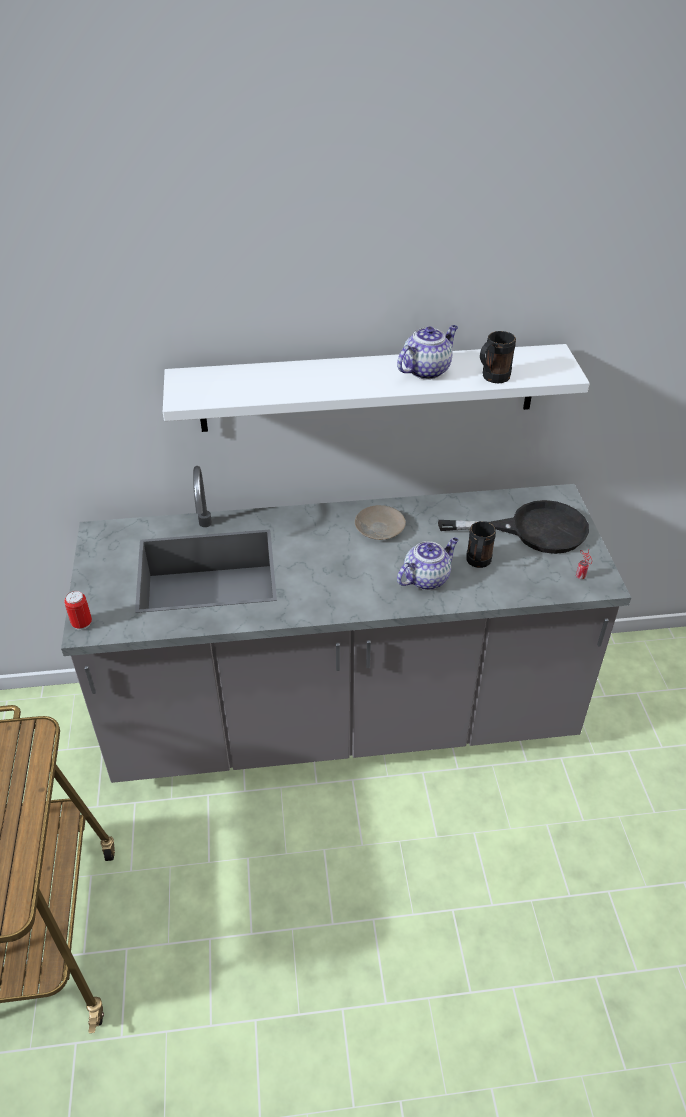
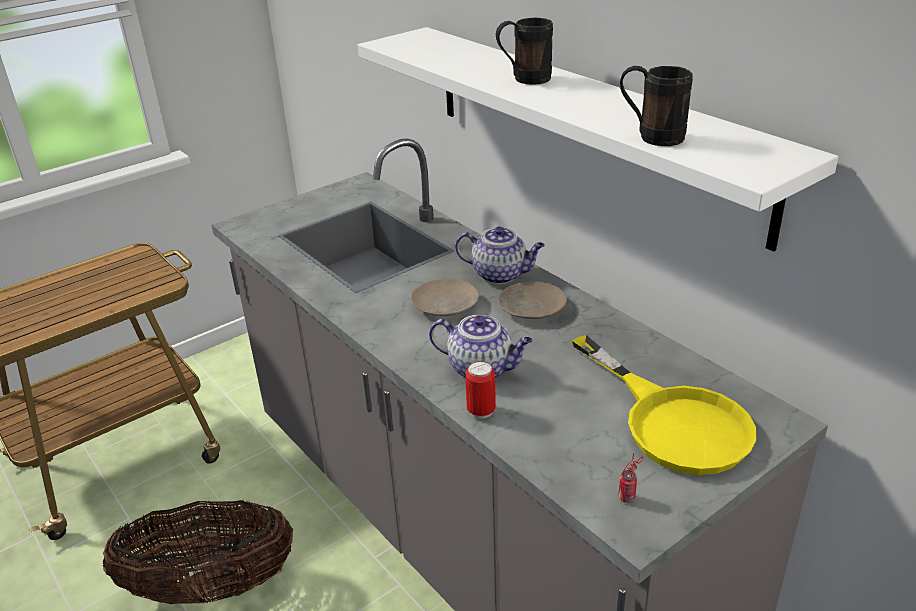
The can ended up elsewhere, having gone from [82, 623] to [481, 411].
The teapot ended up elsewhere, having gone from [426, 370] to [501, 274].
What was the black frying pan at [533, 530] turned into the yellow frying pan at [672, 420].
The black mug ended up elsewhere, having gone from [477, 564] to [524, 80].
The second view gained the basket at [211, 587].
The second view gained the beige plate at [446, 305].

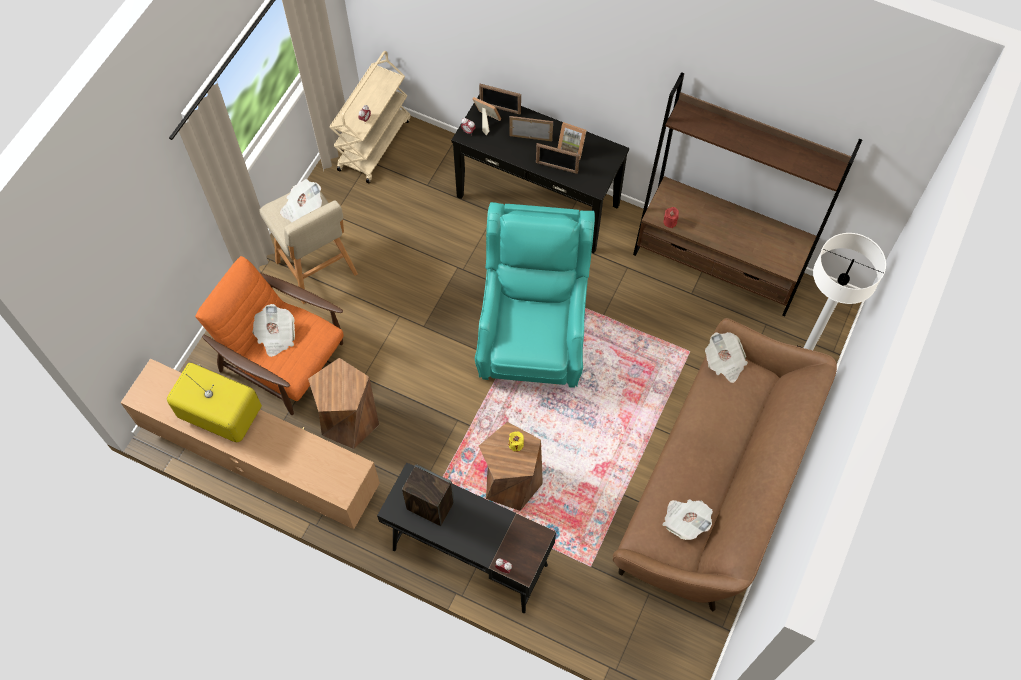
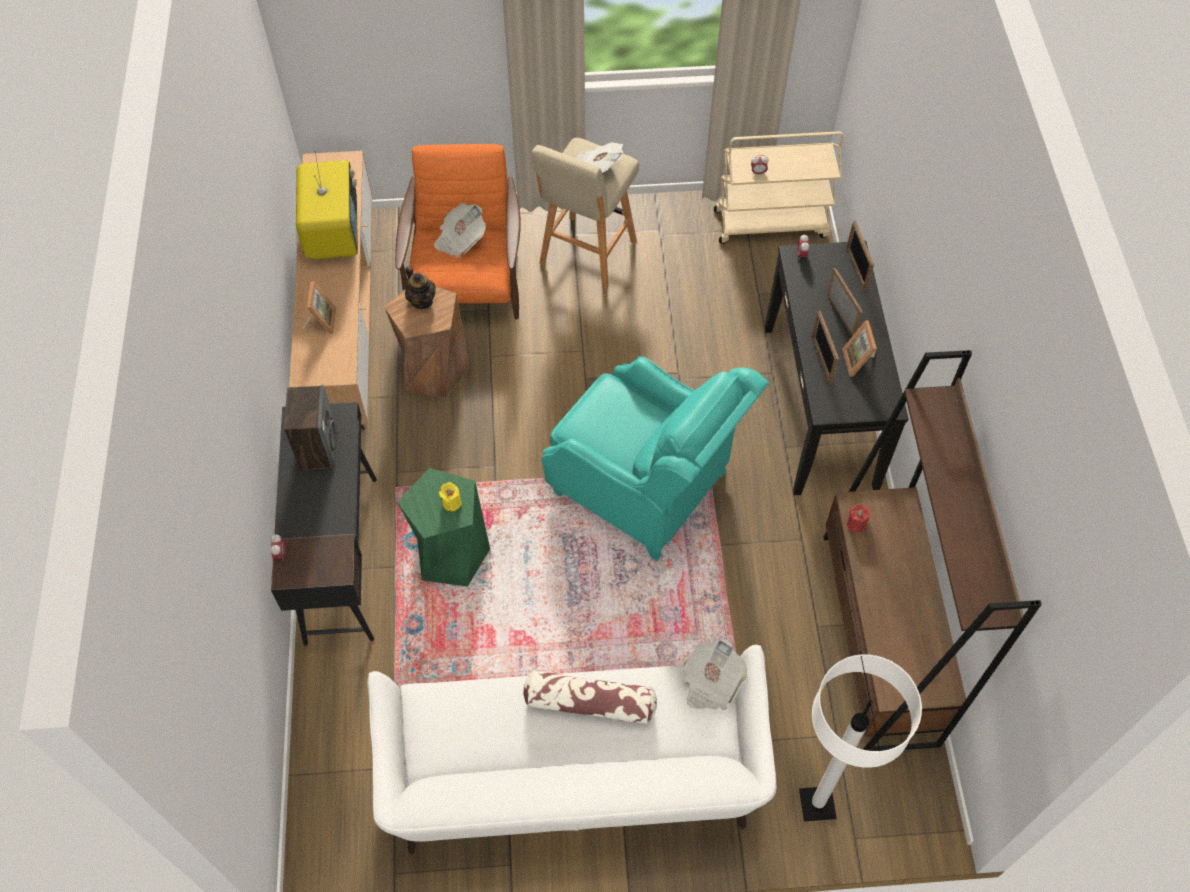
The picture frame ended up elsewhere, having gone from [485, 121] to [321, 321].
The turquoise armchair at [533, 335] ended up facing another way, 60 degrees clockwise from before.
What was the brown stool at [511, 482] turned into the green stool at [451, 555].
What was the brown sofa at [714, 486] turned into the white sofa at [573, 777].
The second view lost the newspaper at [685, 521].
The second view gained the teapot at [422, 300].
The second view gained the pillow at [589, 703].

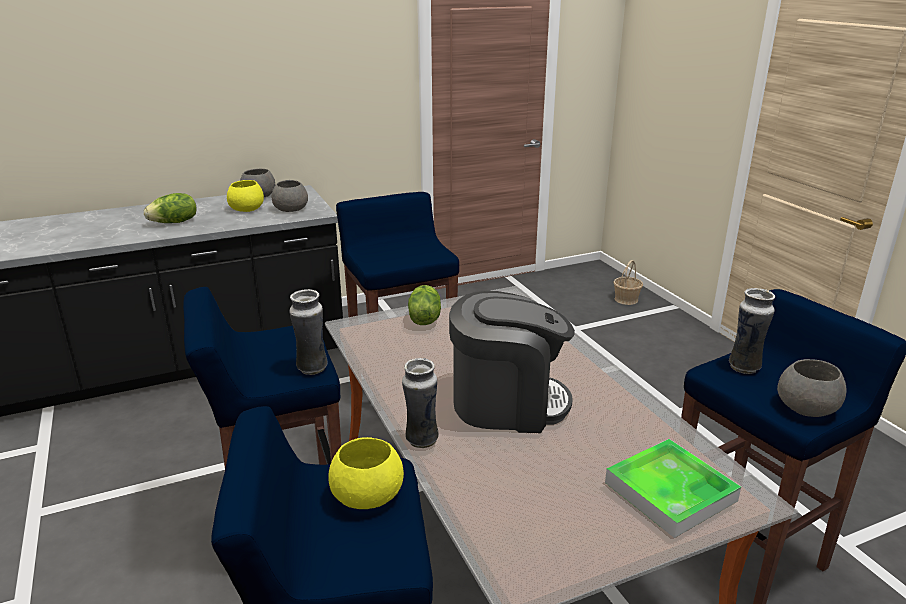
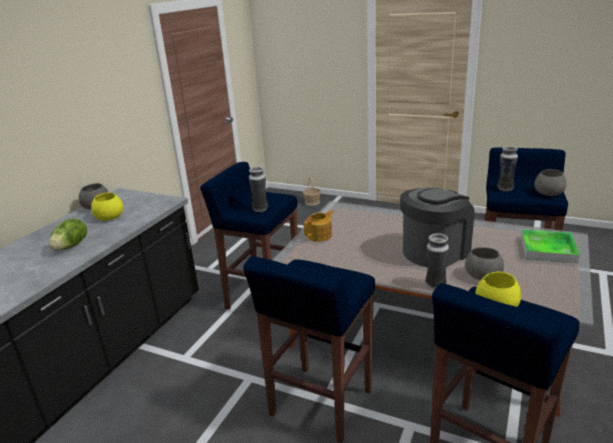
The grey bowl ended up elsewhere, having gone from [290, 209] to [482, 275].
The vase ended up elsewhere, having gone from [312, 369] to [260, 209].
Where the lettuce stood at [424, 319], the teapot came to stand at [320, 235].

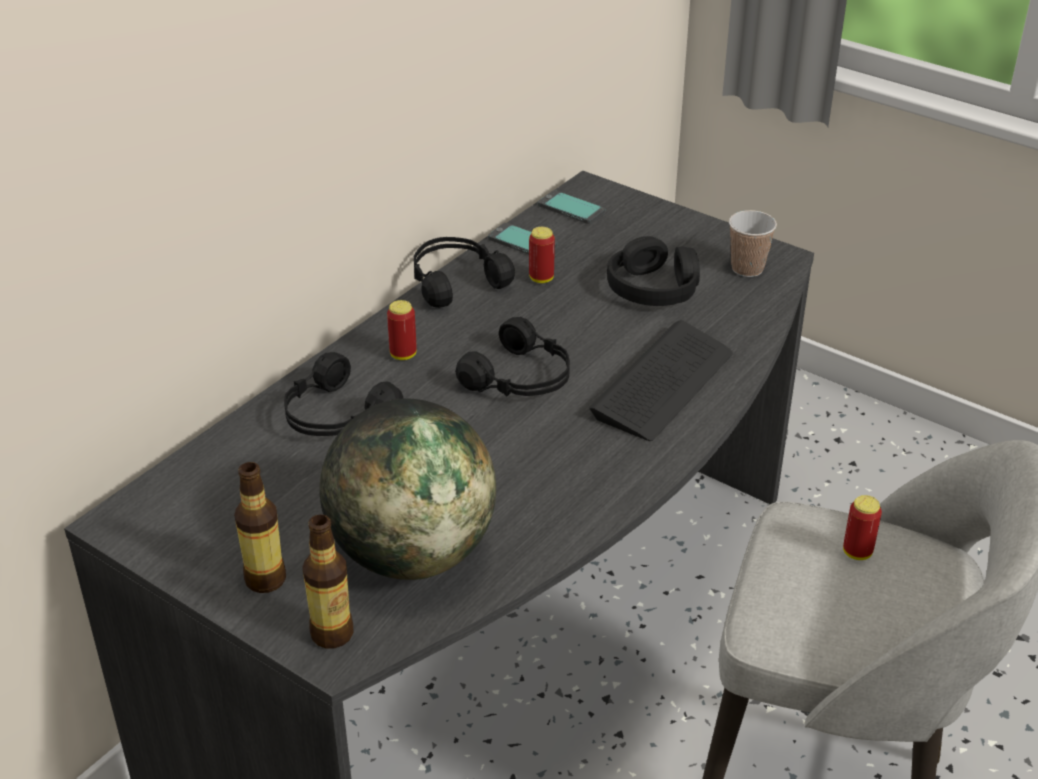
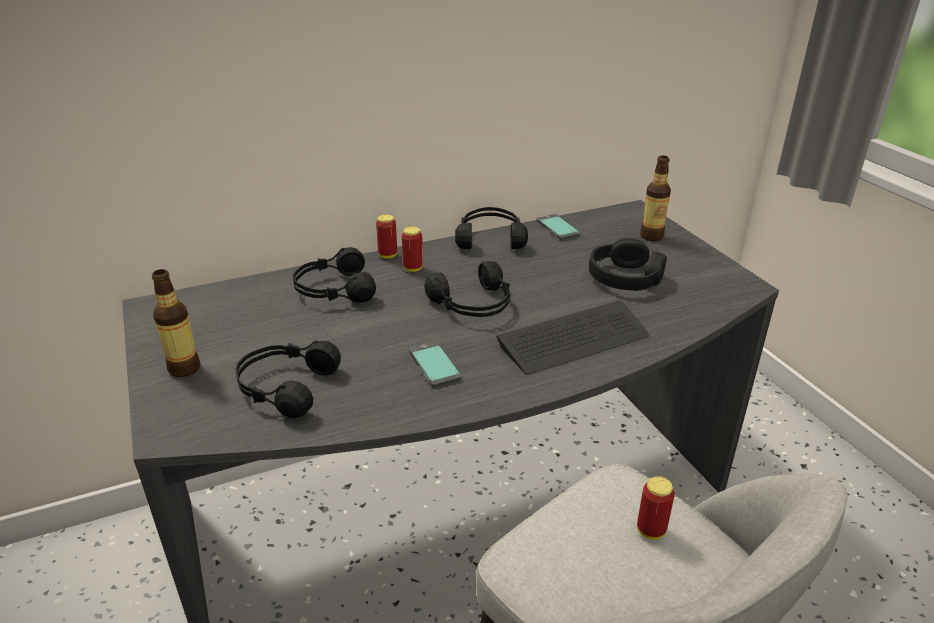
The bottle ended up elsewhere, having gone from [332, 634] to [651, 236].
Where the globe stood at [411, 554], the black headphones came to stand at [285, 387].
The can ended up elsewhere, having gone from [541, 278] to [388, 255].
The phone ended up elsewhere, having gone from [571, 209] to [434, 365].
The second view lost the cup at [747, 268].

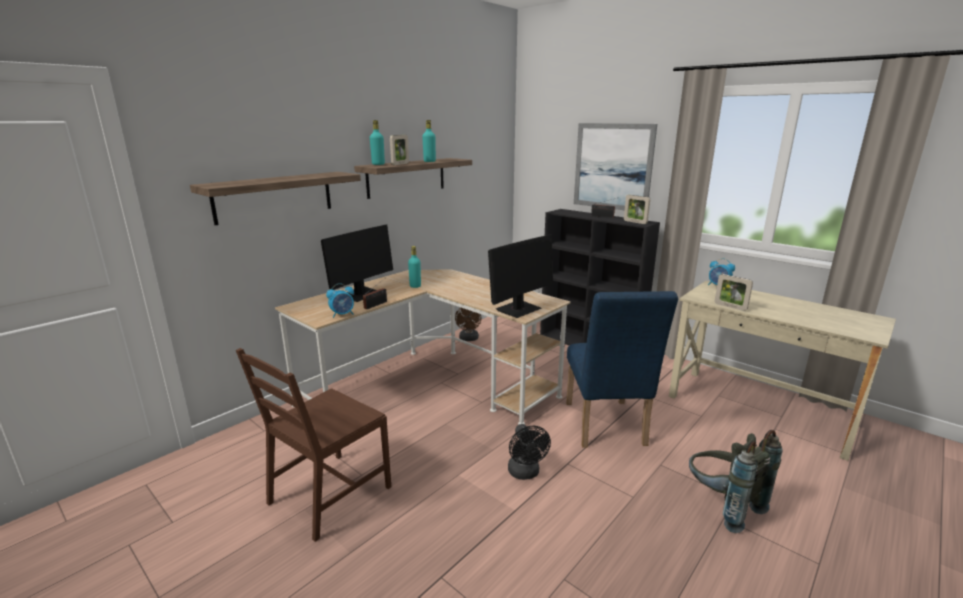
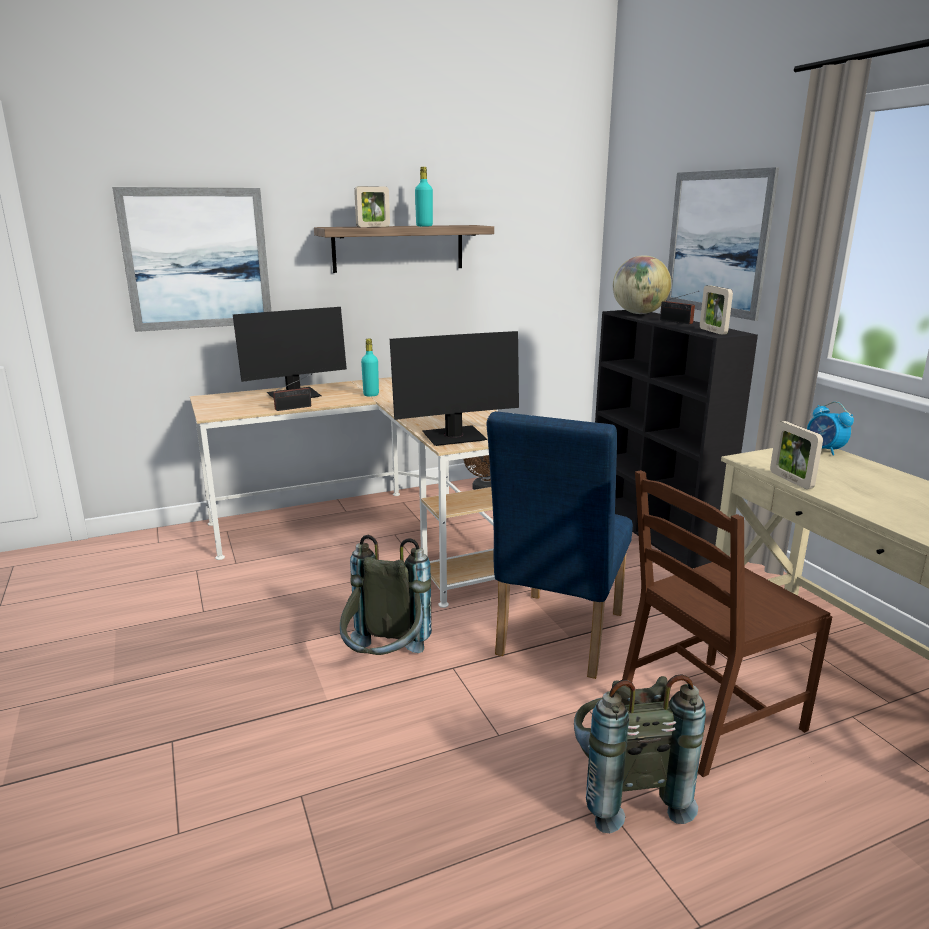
Where the shelf hung at [274, 197], the picture came to hang at [197, 259].
The brown chair ended up elsewhere, having gone from [328, 495] to [708, 715].
The second view lost the alarm clock at [342, 314].
The second view lost the turquoise bottle at [378, 164].
Where the black fan stood at [525, 473], the grey backpack came to stand at [385, 663].
The second view gained the globe at [639, 313].

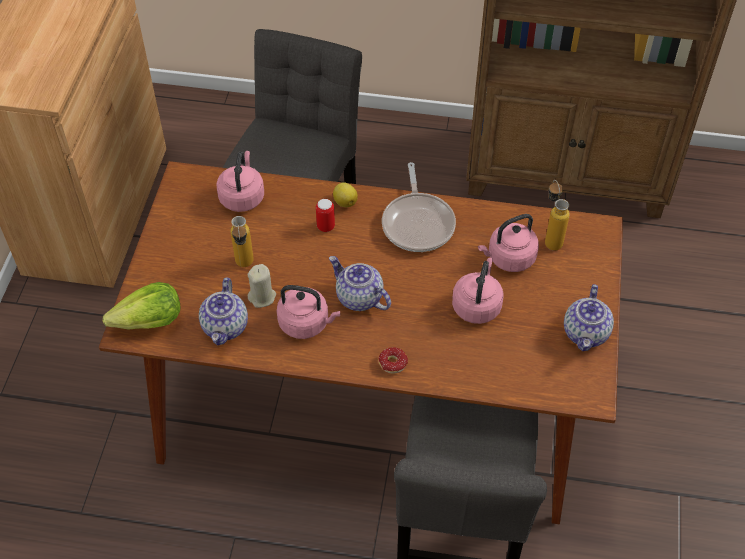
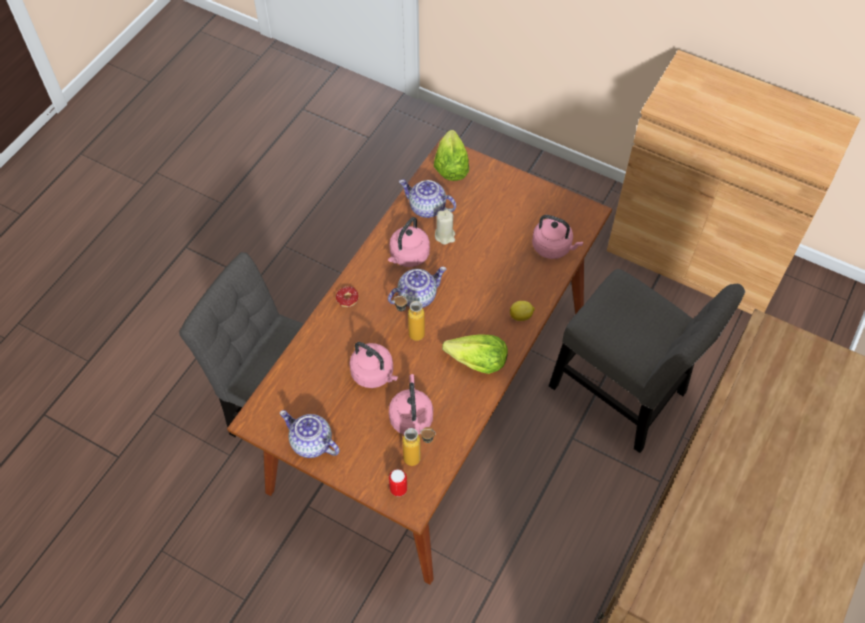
The bottle ended up elsewhere, having gone from [245, 267] to [410, 333].
The can ended up elsewhere, having gone from [325, 226] to [398, 489].
Where the frying pan stood at [418, 223], the lettuce came to stand at [477, 362].

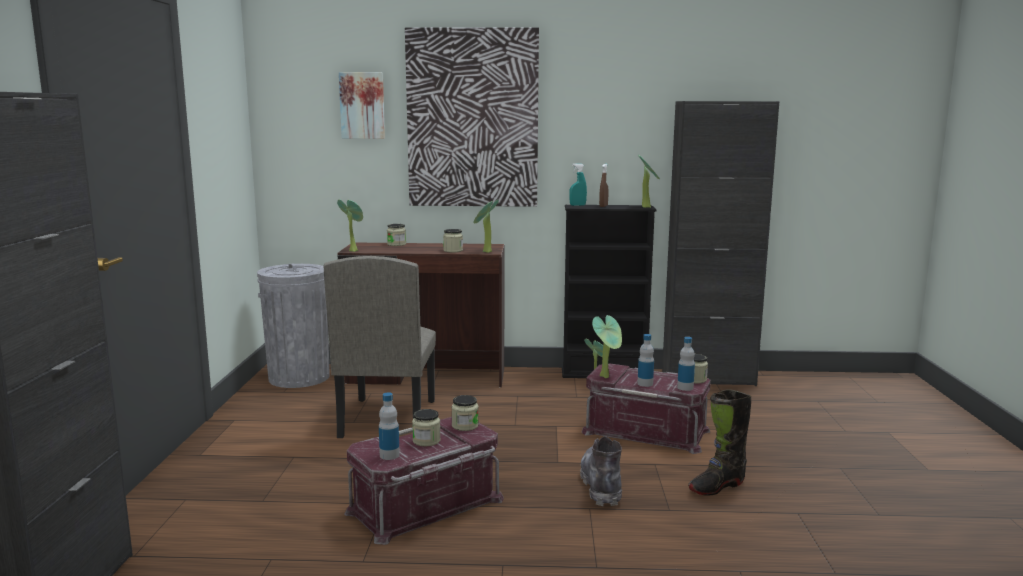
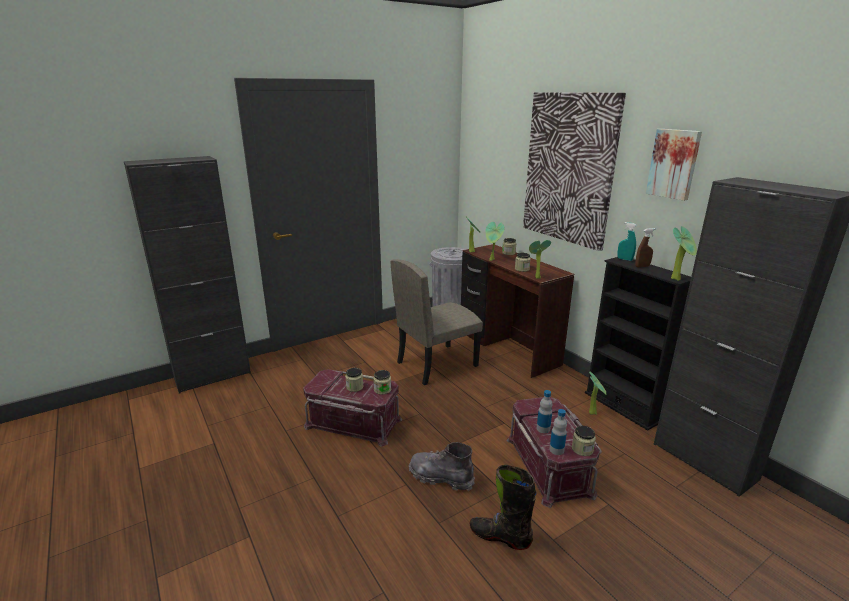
The picture ended up elsewhere, having gone from [362, 105] to [674, 164].
The second view lost the bottle at [389, 455].
The grey boot at [601, 486] ended up facing another way, 120 degrees counterclockwise from before.
The potted plant ended up elsewhere, having gone from [607, 376] to [492, 260].

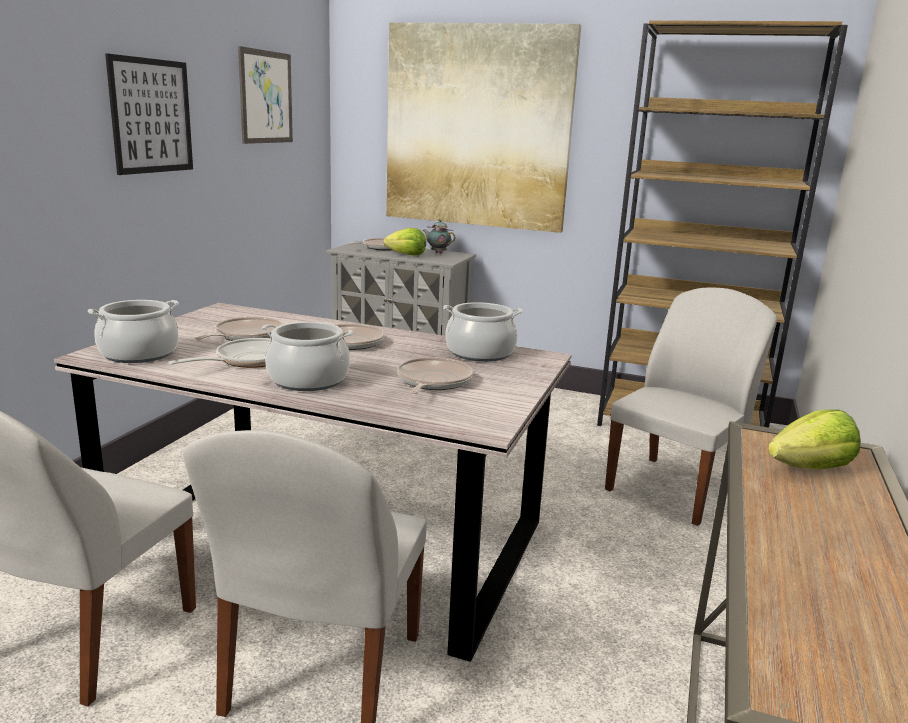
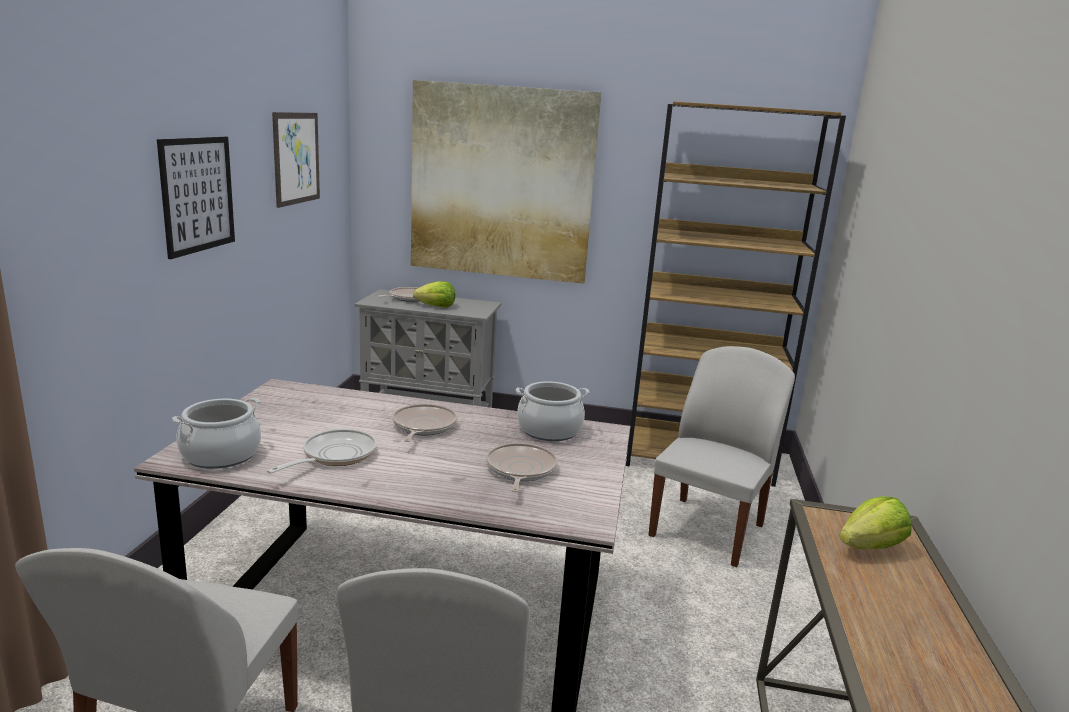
The second view lost the frying pan at [246, 336].
The second view lost the cooking pot at [308, 380].
The second view lost the teapot at [437, 253].

